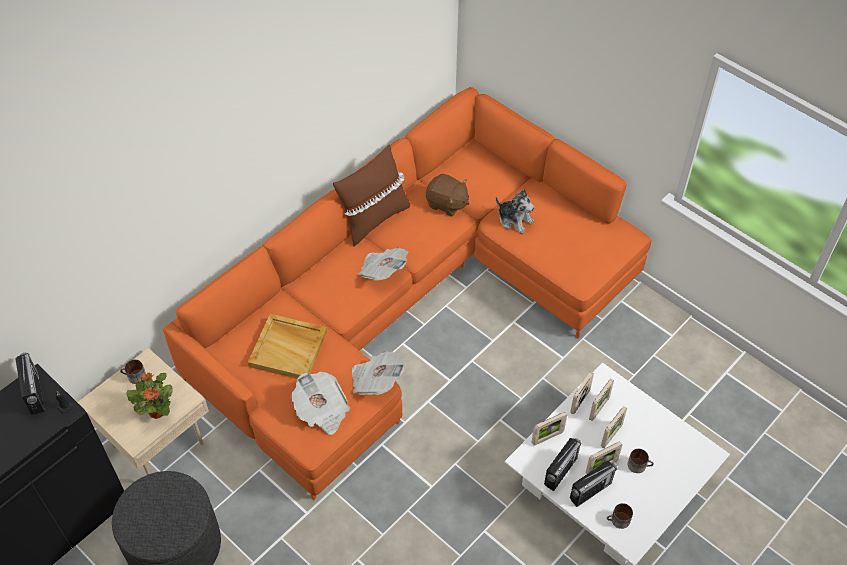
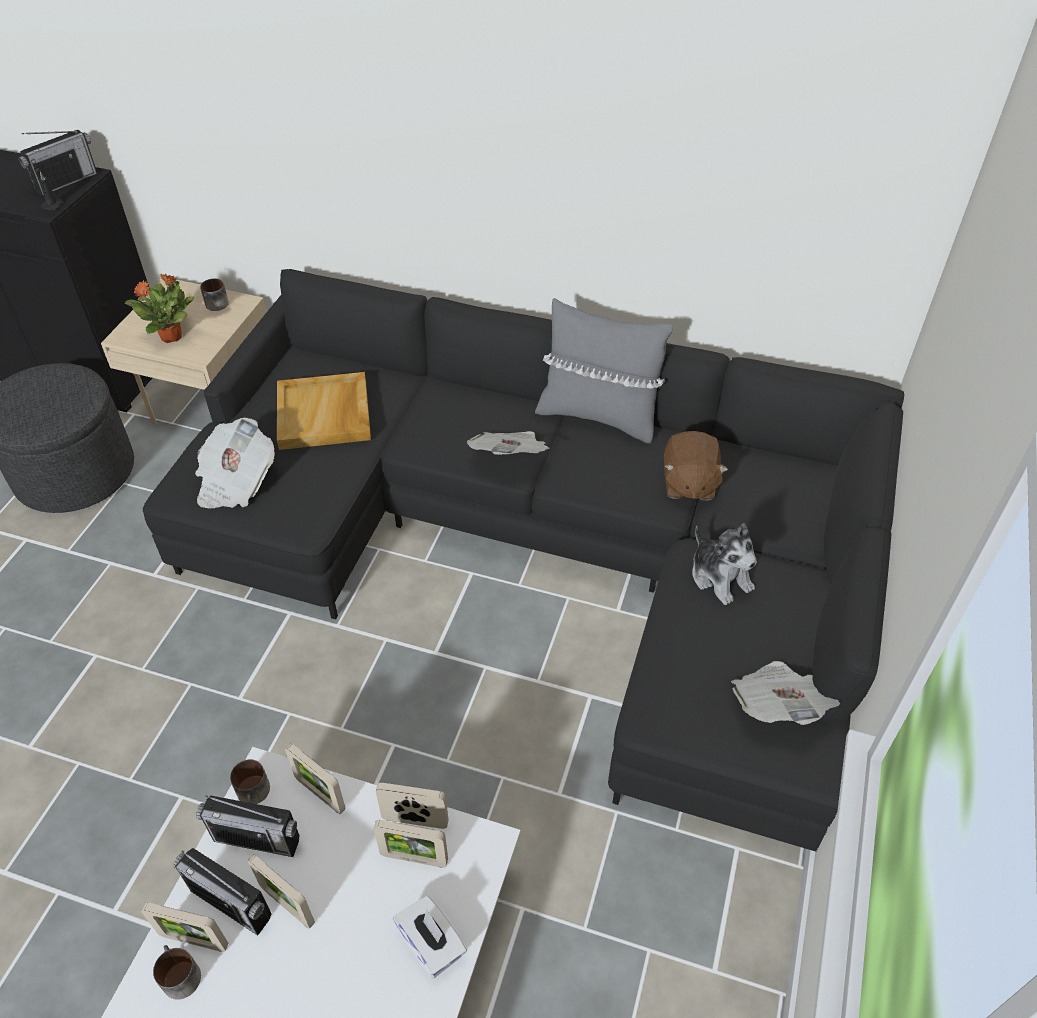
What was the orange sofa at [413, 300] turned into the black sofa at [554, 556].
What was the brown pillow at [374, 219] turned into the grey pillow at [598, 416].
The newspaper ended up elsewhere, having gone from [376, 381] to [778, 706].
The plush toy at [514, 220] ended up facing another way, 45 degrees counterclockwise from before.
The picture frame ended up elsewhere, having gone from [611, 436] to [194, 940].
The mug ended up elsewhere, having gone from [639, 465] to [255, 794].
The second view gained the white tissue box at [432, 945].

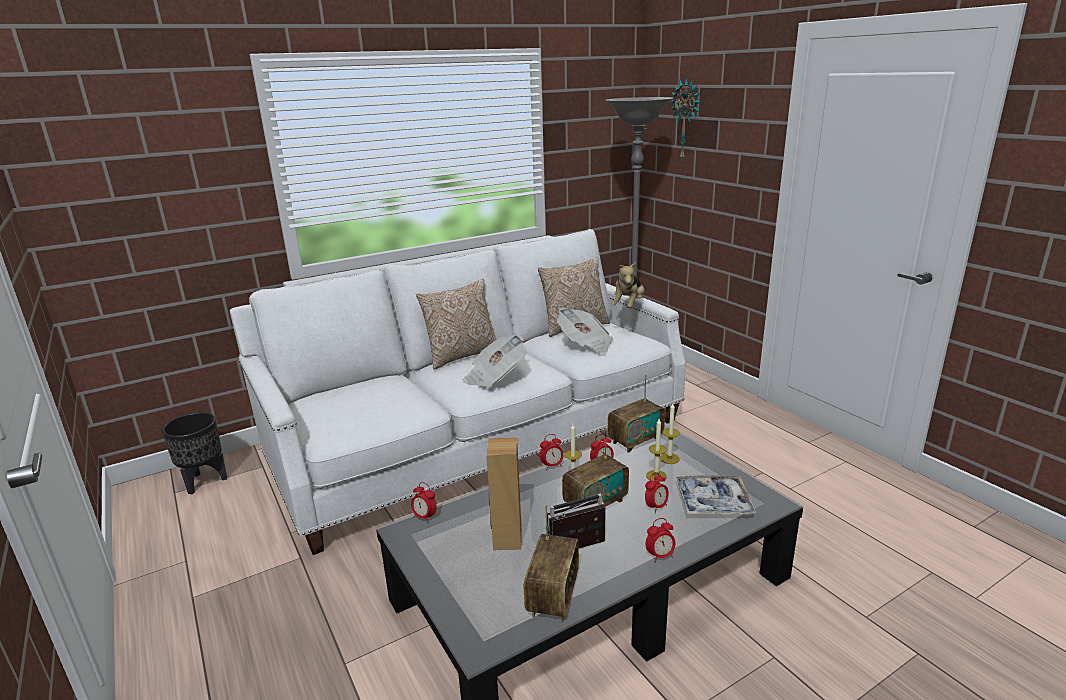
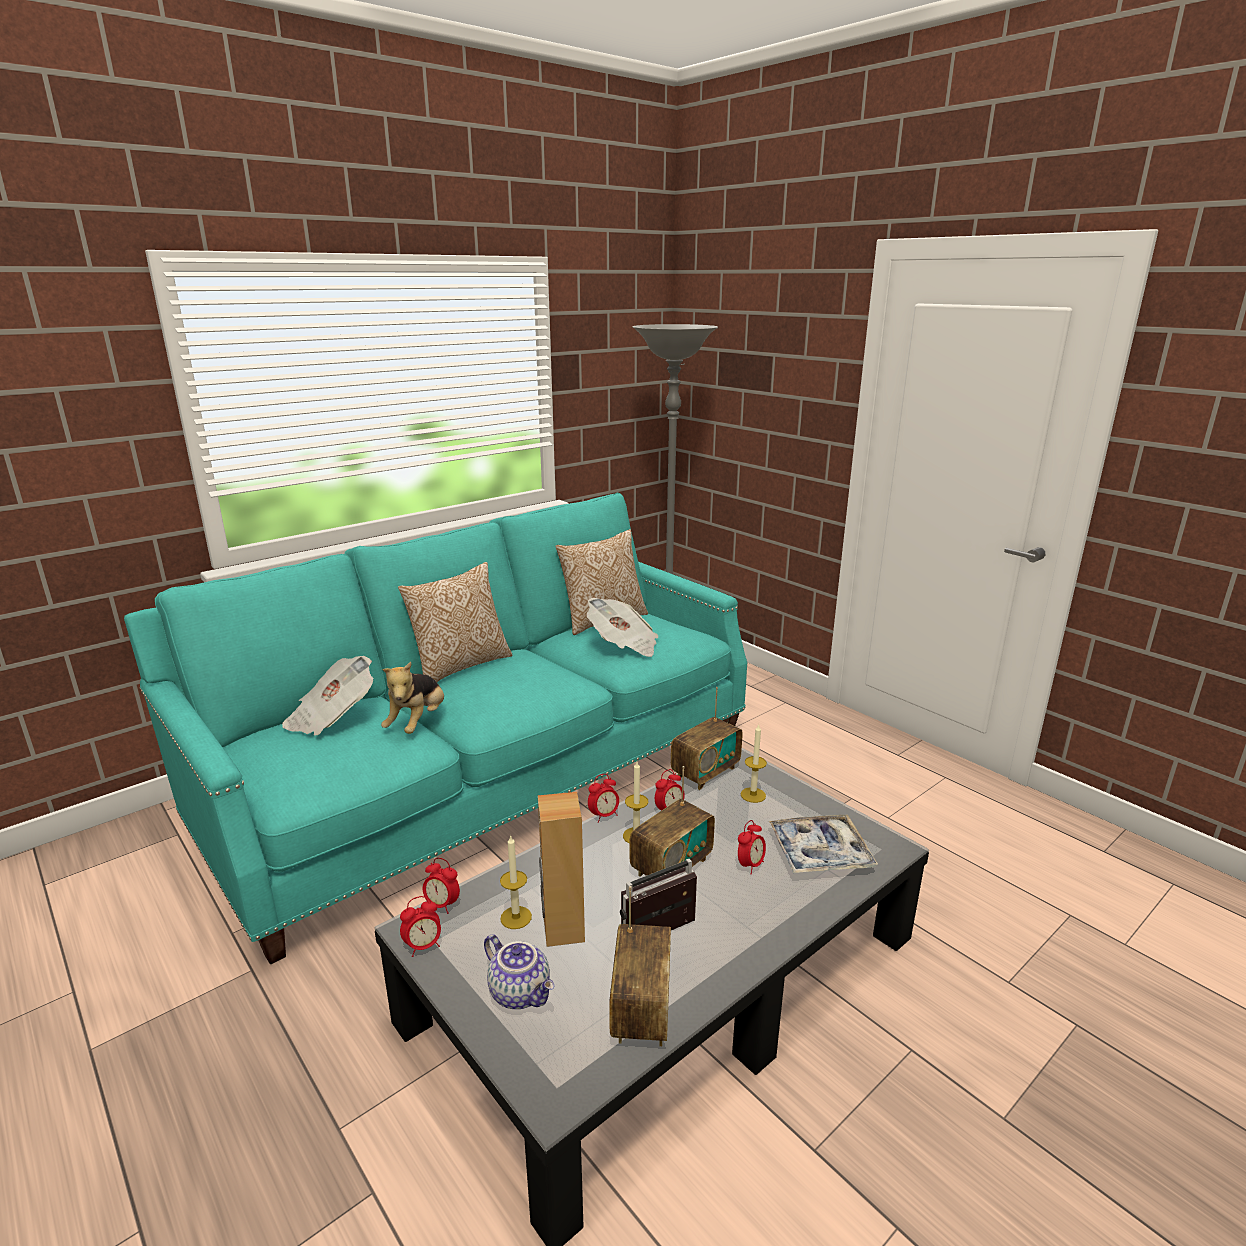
The second view lost the black planter at [205, 482].
What was the white sofa at [480, 440] turned into the turquoise sofa at [486, 776].
The newspaper ended up elsewhere, having gone from [495, 377] to [331, 717].
The plush toy ended up elsewhere, having gone from [628, 306] to [418, 722].
The candle ended up elsewhere, having gone from [656, 476] to [516, 917].
The alarm clock ended up elsewhere, having gone from [660, 556] to [423, 946].
The second view lost the wall clock at [686, 120].
The second view gained the teapot at [521, 992].

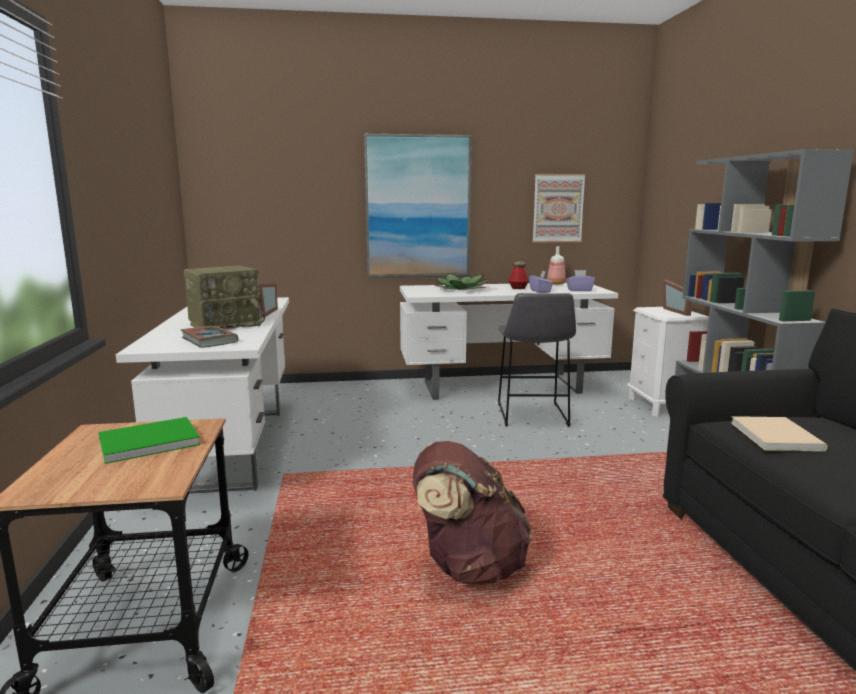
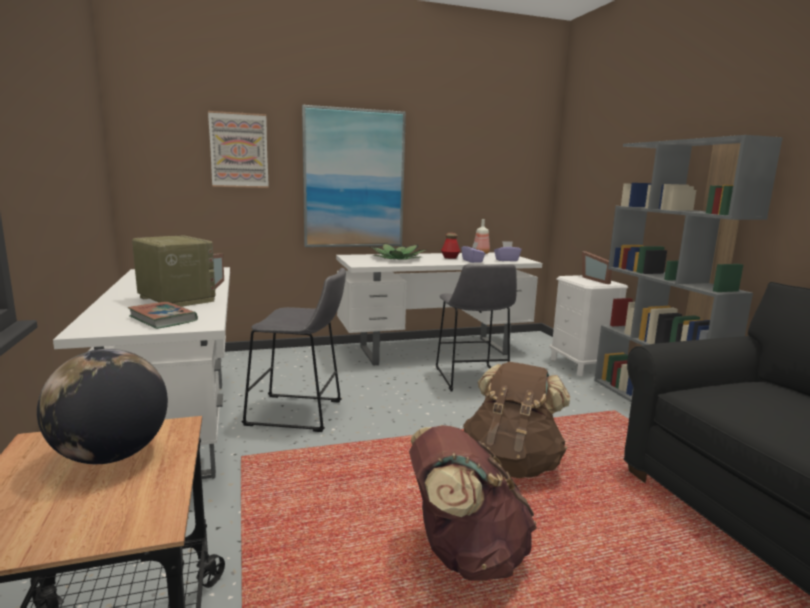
Where the green book stood at [146, 442], the globe came to stand at [111, 456].
The radio at [226, 325] ended up facing another way, 90 degrees counterclockwise from before.
The picture ended up elsewhere, having gone from [558, 208] to [239, 150].
The second view lost the beige book at [776, 435].
The second view gained the grey stool at [299, 413].
The second view gained the brown backpack at [512, 464].

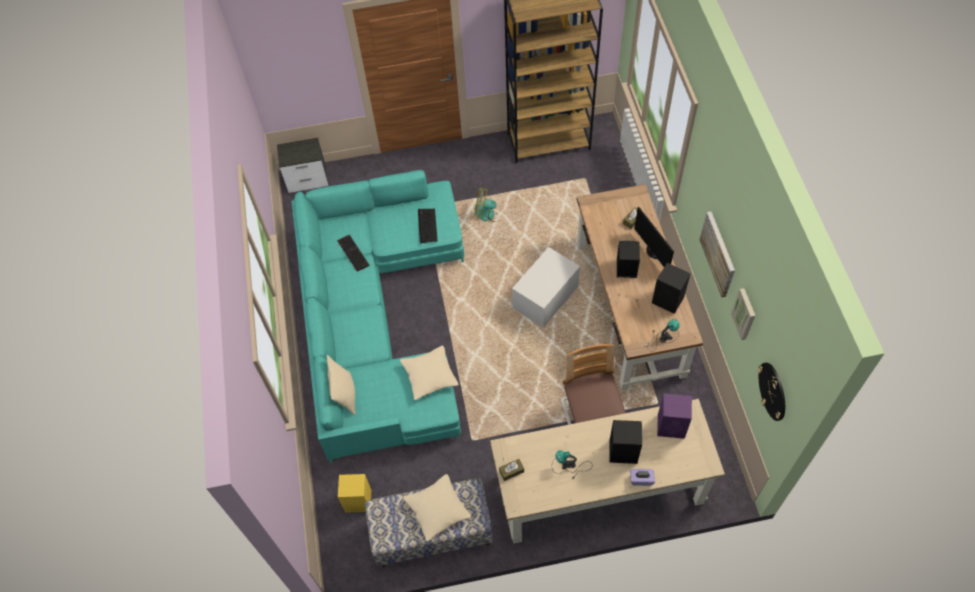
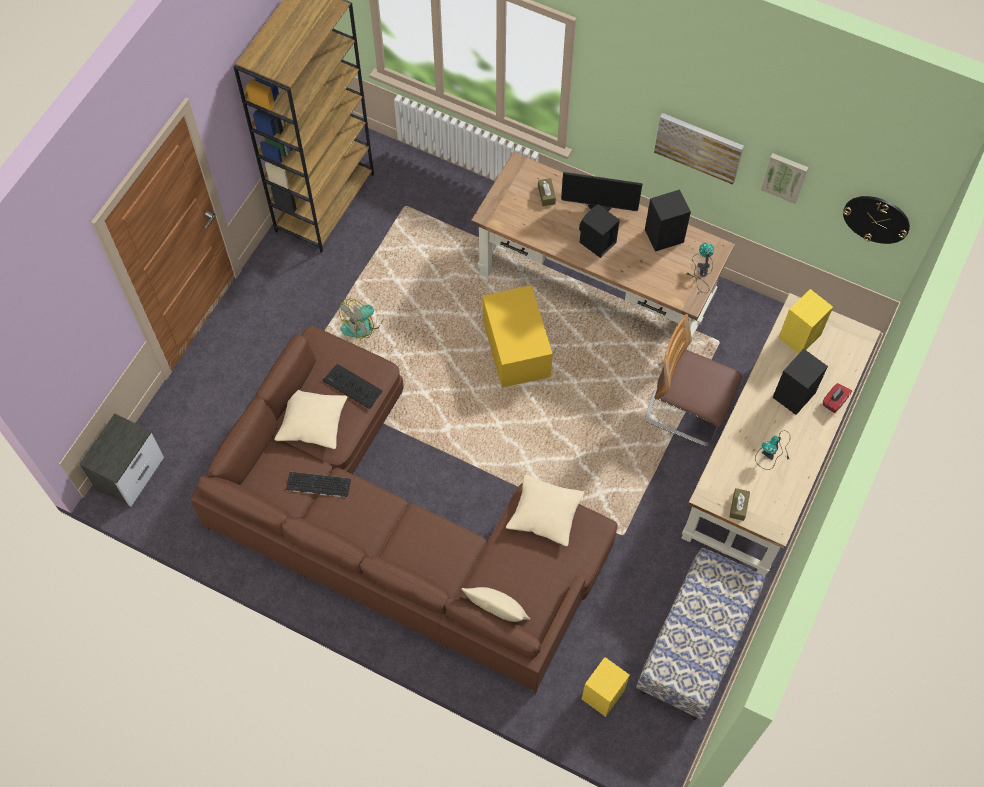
What was the turquoise sofa at [376, 320] turned into the brown sofa at [397, 529].
The beige pillow ended up elsewhere, having gone from [437, 510] to [312, 422].
What was the white storage box at [545, 297] turned into the yellow storage box at [516, 349].
What was the purple tissue box at [641, 479] turned into the red tissue box at [834, 402].
What was the purple speaker at [672, 426] turned into the yellow speaker at [800, 335].

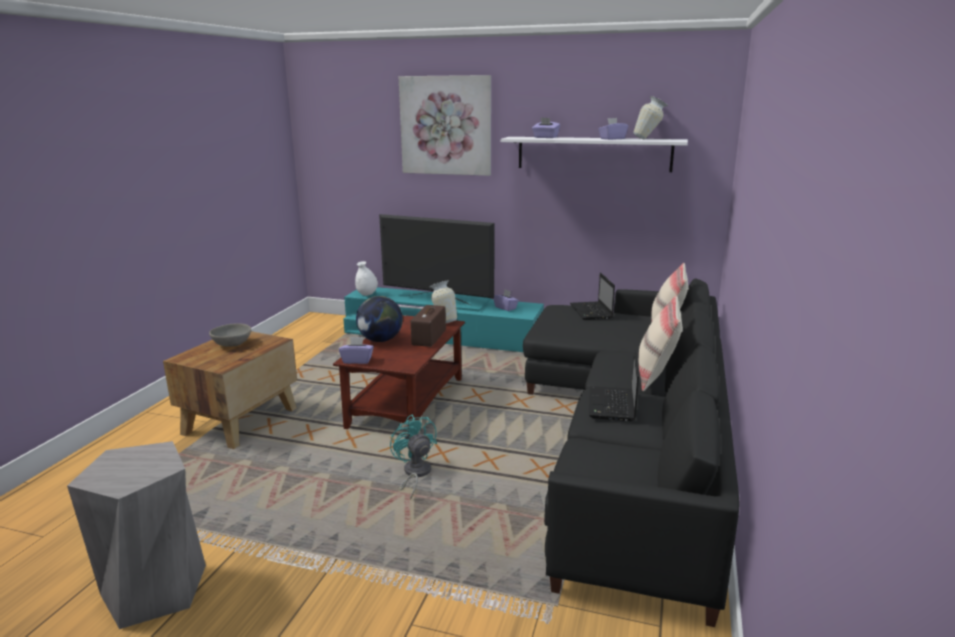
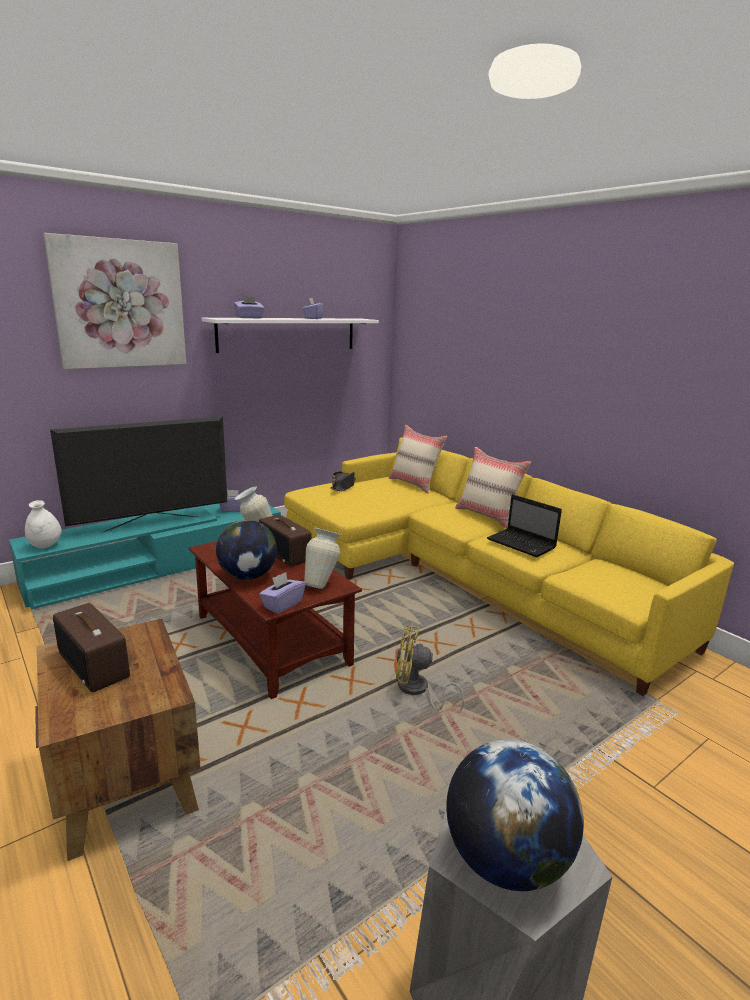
Where the grey bowl stood at [232, 344], the radio came to stand at [95, 665].
What was the turquoise fan at [414, 474] turned into the yellow fan at [417, 691].
What was the black sofa at [629, 433] turned into the yellow sofa at [460, 573].
Where the laptop stood at [591, 312], the black hat came to stand at [343, 486].
The vase ended up elsewhere, having gone from [649, 139] to [323, 583].
The second view gained the globe at [505, 860].

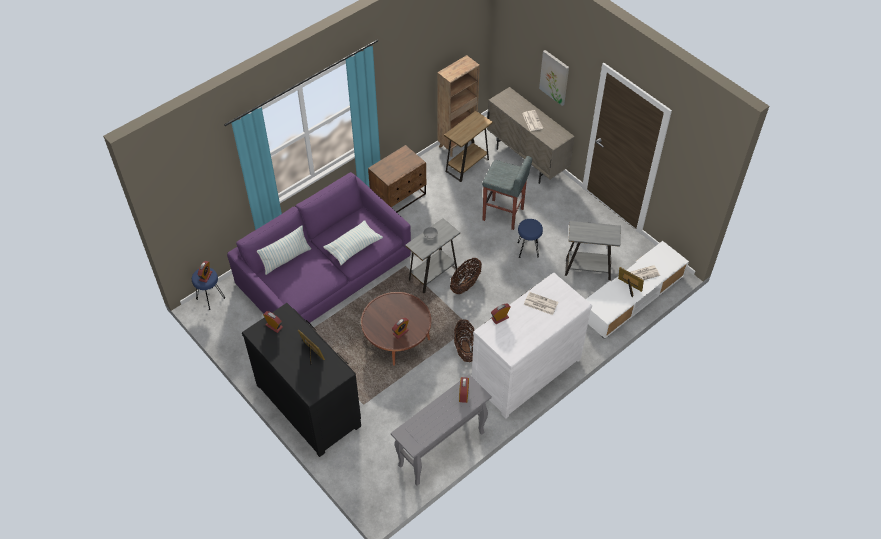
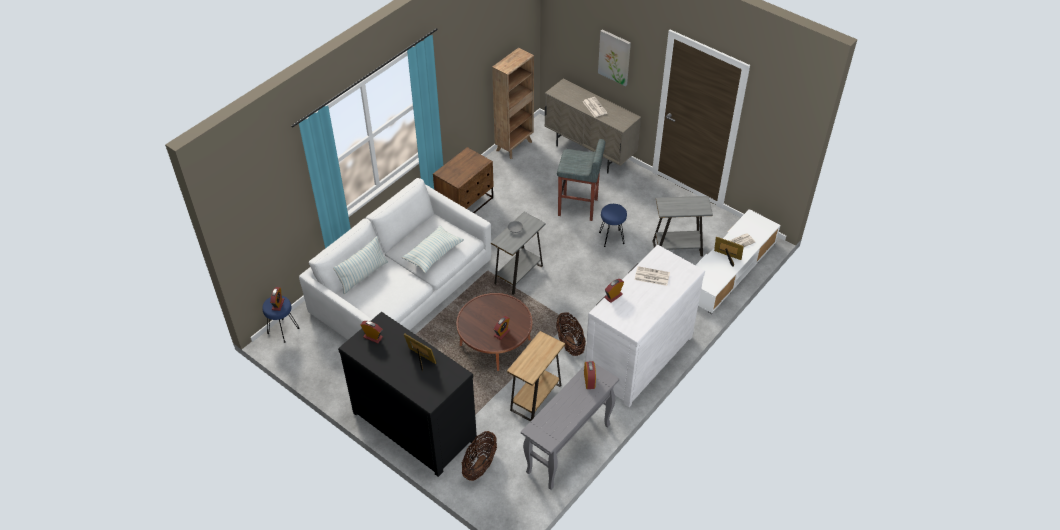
What was the purple sofa at [324, 270] turned into the white sofa at [402, 286].
The brown side table ended up elsewhere, having gone from [467, 165] to [536, 398].
The basket ended up elsewhere, having gone from [465, 284] to [480, 465].

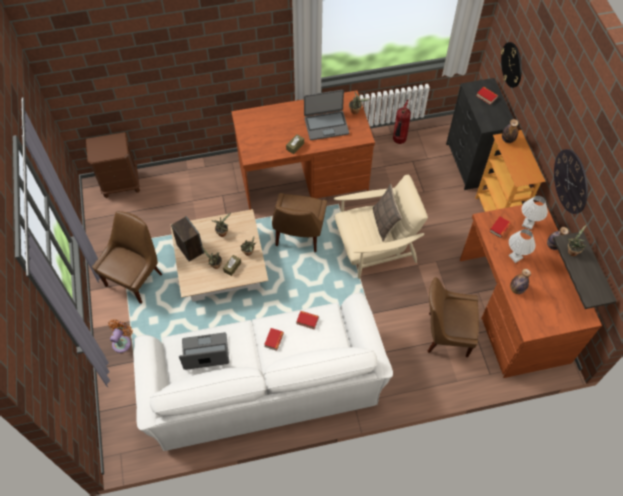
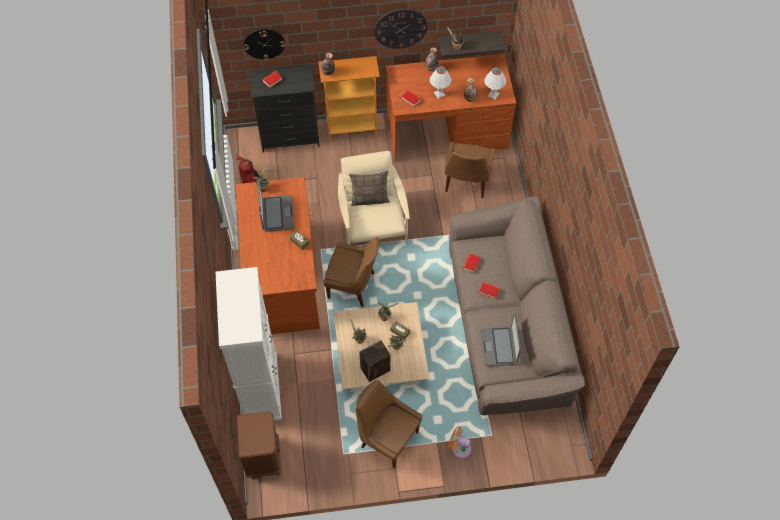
What was the white sofa at [263, 382] turned into the brown sofa at [506, 325].
The white table lamp ended up elsewhere, having gone from [528, 224] to [493, 95].
The second view gained the white cabinet at [261, 388].

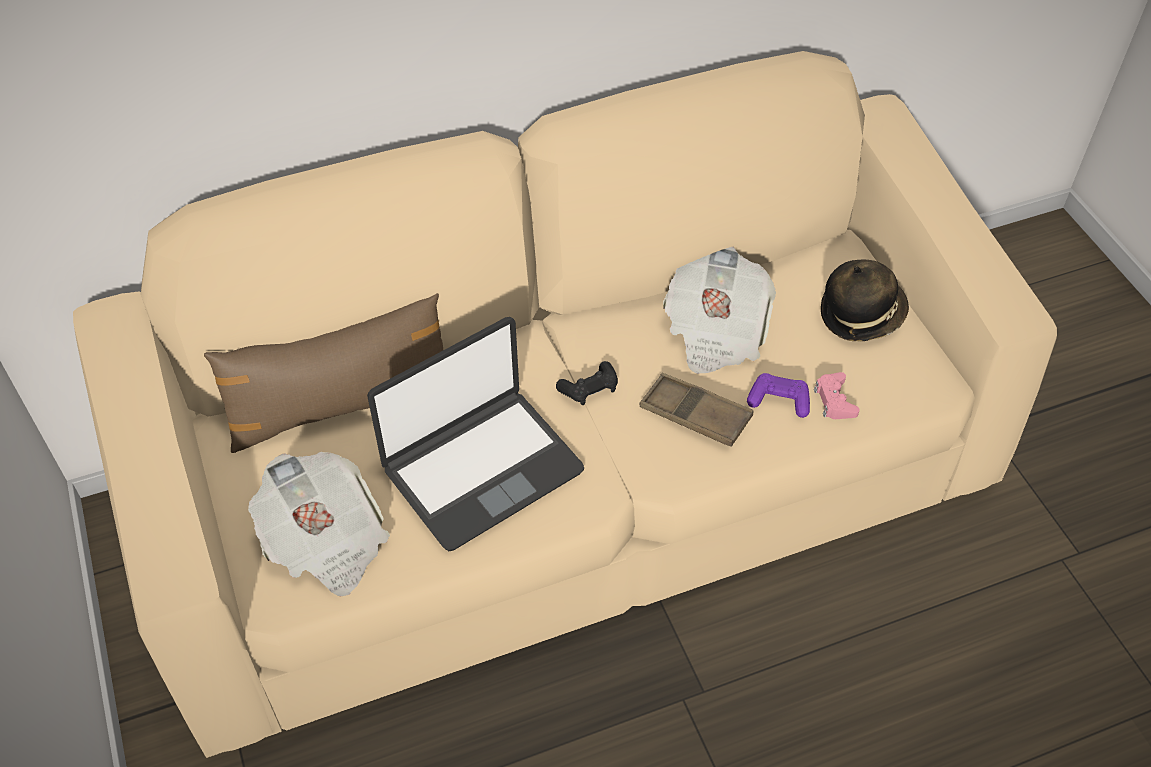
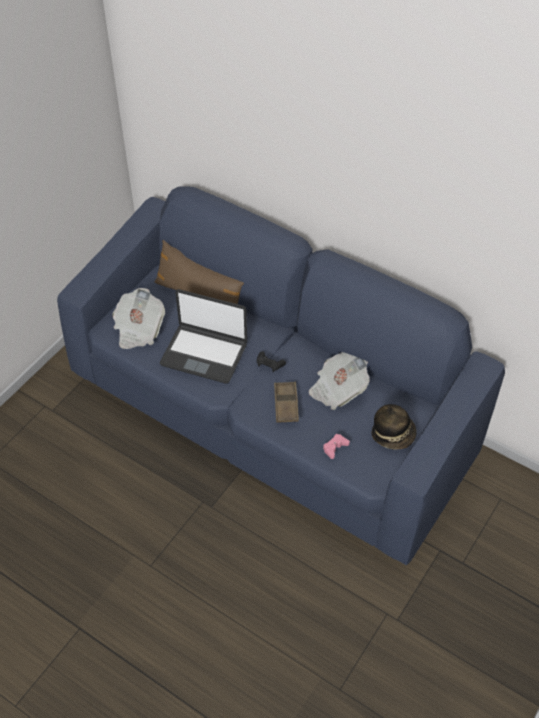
What was the beige sofa at [574, 490] turned into the blue sofa at [270, 411].
The second view lost the purple game controller at [779, 400].

